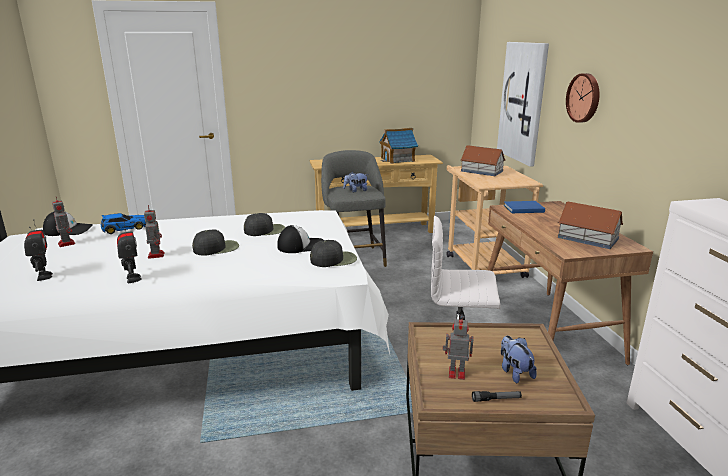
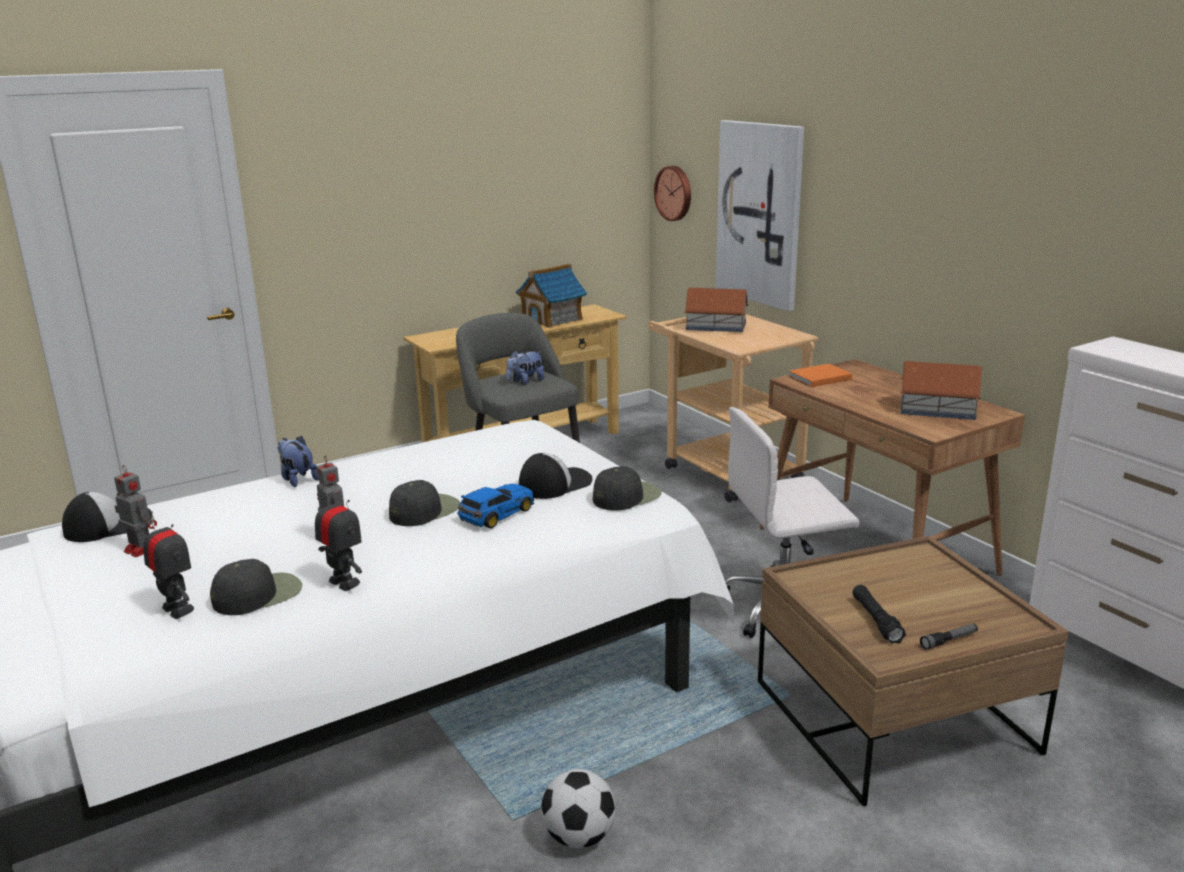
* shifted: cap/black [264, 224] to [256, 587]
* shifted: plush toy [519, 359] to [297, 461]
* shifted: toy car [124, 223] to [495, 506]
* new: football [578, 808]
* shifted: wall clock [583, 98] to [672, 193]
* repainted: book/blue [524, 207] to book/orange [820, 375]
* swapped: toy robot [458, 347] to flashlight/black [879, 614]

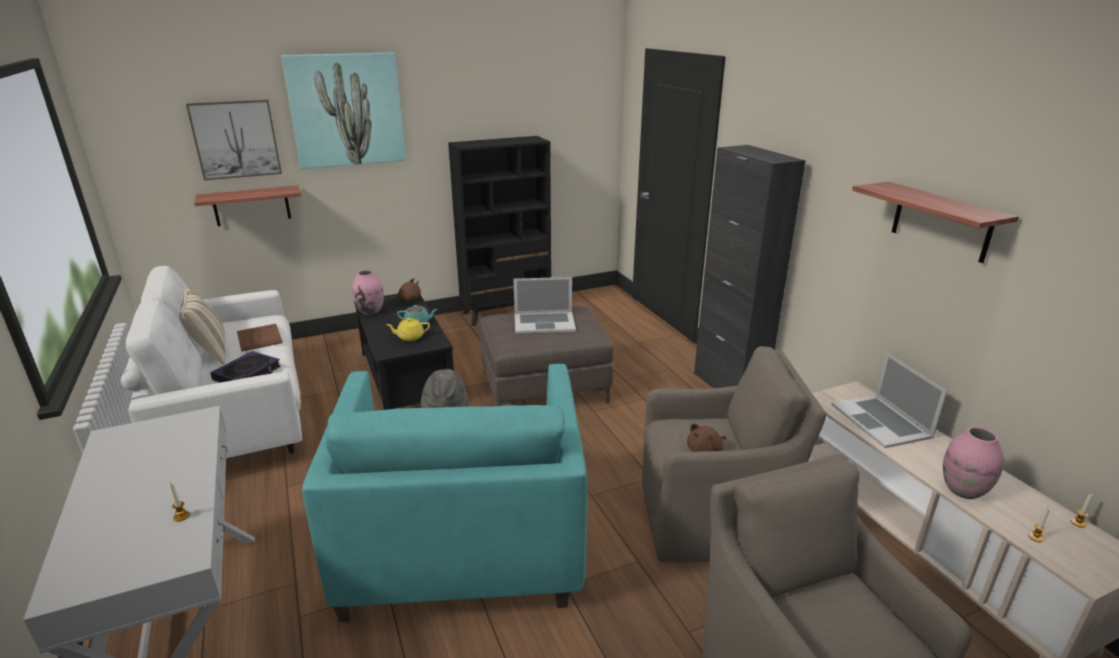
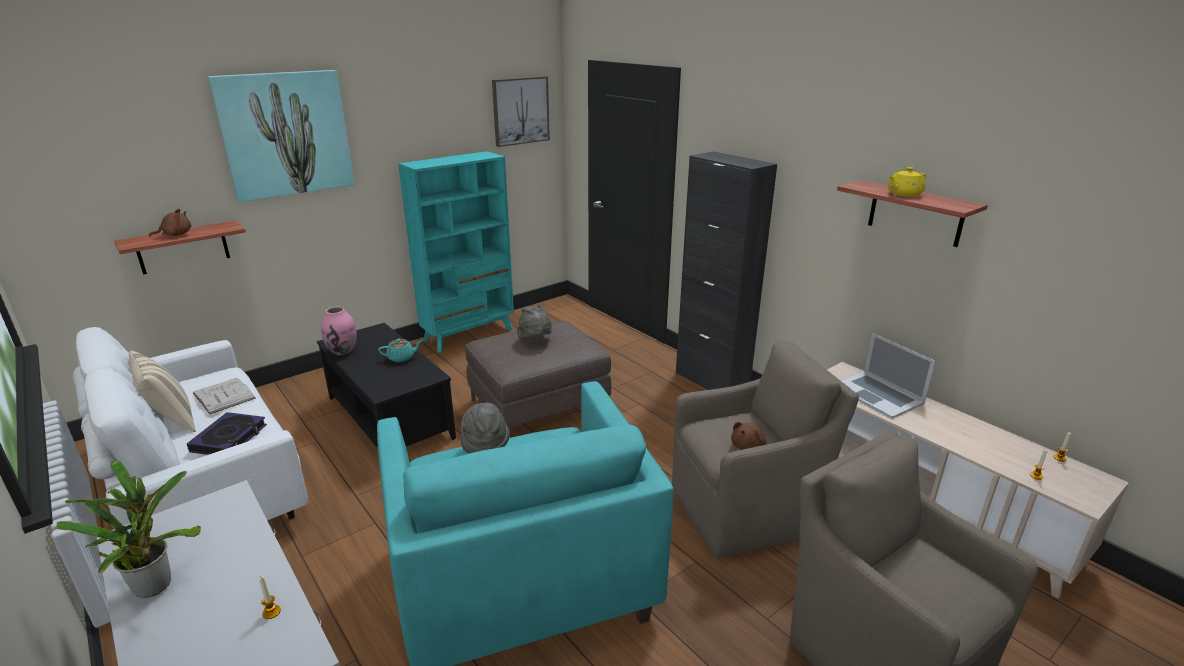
* new: potted plant [128, 529]
* shifted: plush toy/brown [405, 289] to [170, 223]
* repainted: book/brown [260, 338] to book/white [224, 396]
* repainted: bookcase/black [499, 231] to bookcase/turquoise [456, 252]
* shifted: picture [234, 140] to [521, 111]
* swapped: laptop [544, 305] to hat/grey [534, 321]
* shifted: teapot/yellow [408, 329] to [907, 181]
* gone: vase/pink [973, 463]

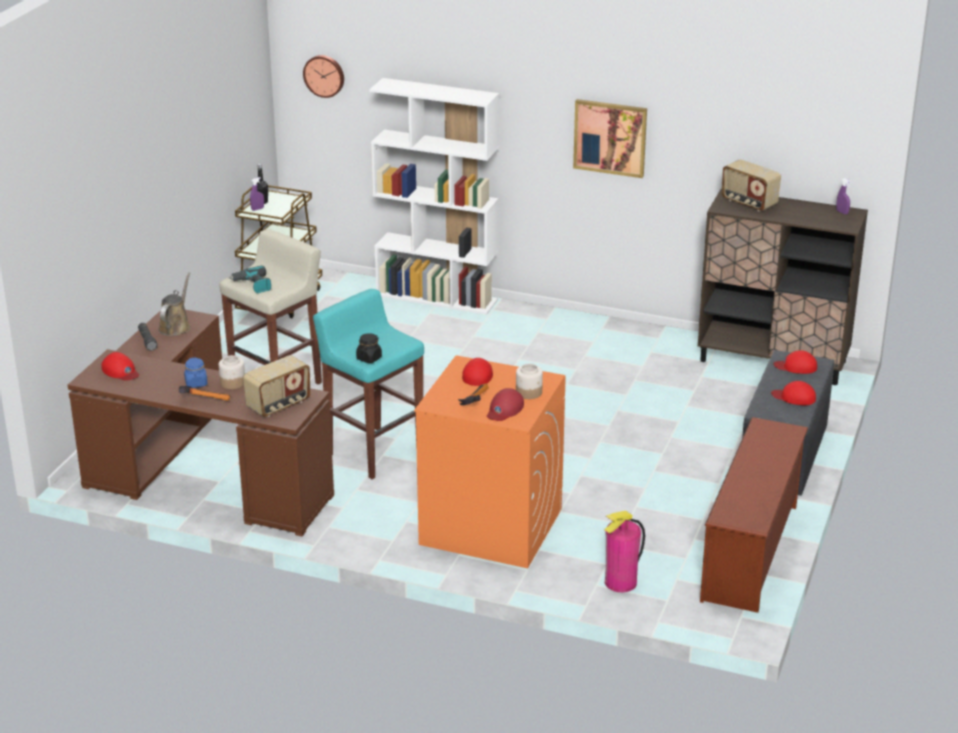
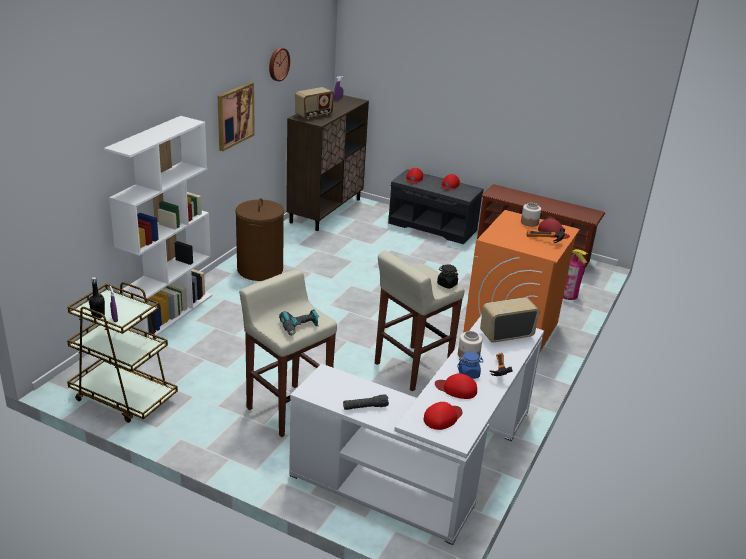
* new: laundry basket/brown [259, 239]
* shifted: wall clock [323, 76] to [279, 64]
* repainted: desk/brown [201, 423] to desk/white [416, 430]
* repainted: stool/turquoise [368, 384] to stool/beige [420, 321]
* shifted: cap/red [477, 372] to [456, 386]
* rotated: radio [277, 386] = [510, 320] 75 degrees counterclockwise
* gone: watering can/brown [174, 304]

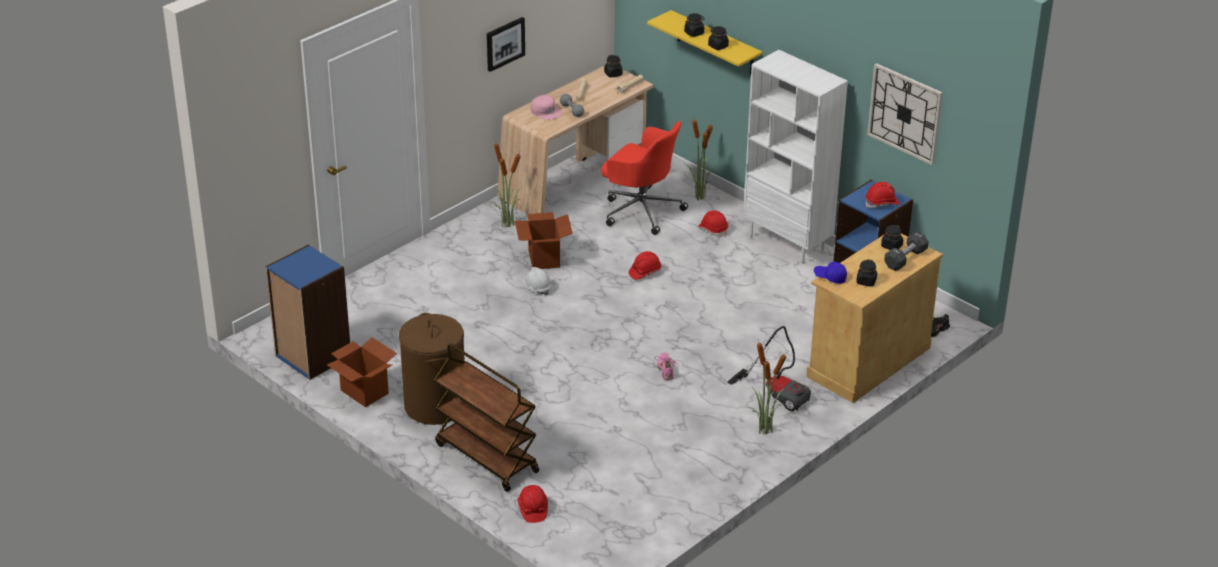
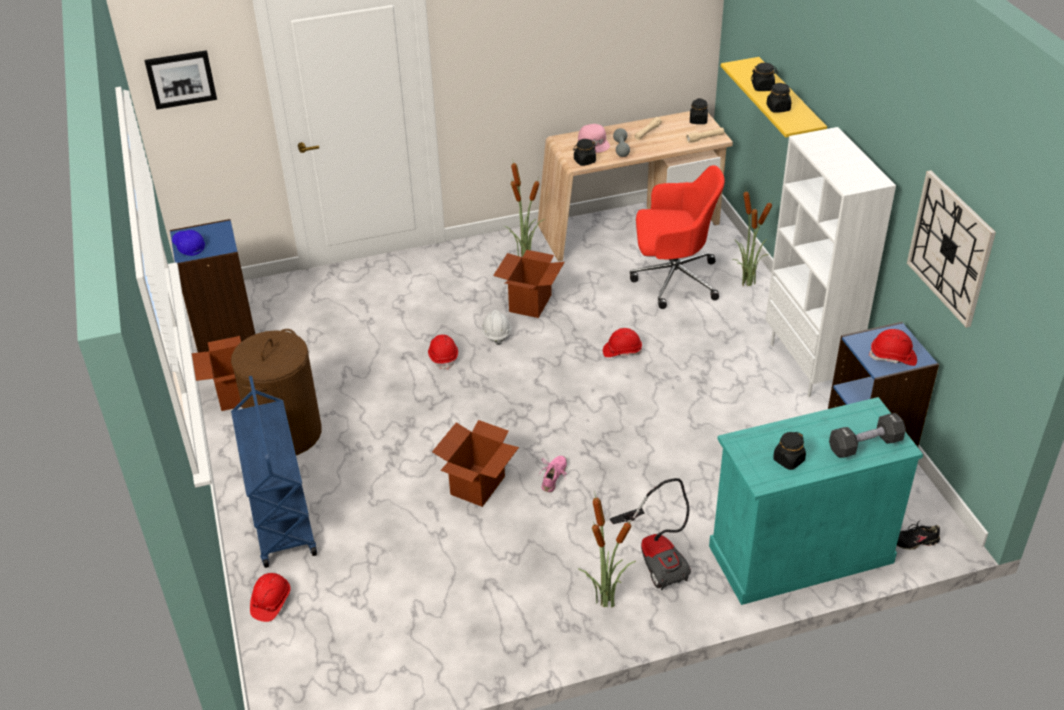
* shifted: picture [506, 44] to [181, 80]
* shifted: cap/blue [830, 273] to [188, 243]
* repainted: cart/brown [486, 418] to cart/blue [274, 472]
* shifted: hard hat/red [713, 223] to [443, 352]
* new: cardboard box [475, 463]
* shifted: jar/black [892, 237] to [584, 152]
* rotated: office chair/red [644, 178] = [677, 237] 60 degrees counterclockwise
* repainted: cabinet/beige [874, 318] to cabinet/turquoise [816, 501]

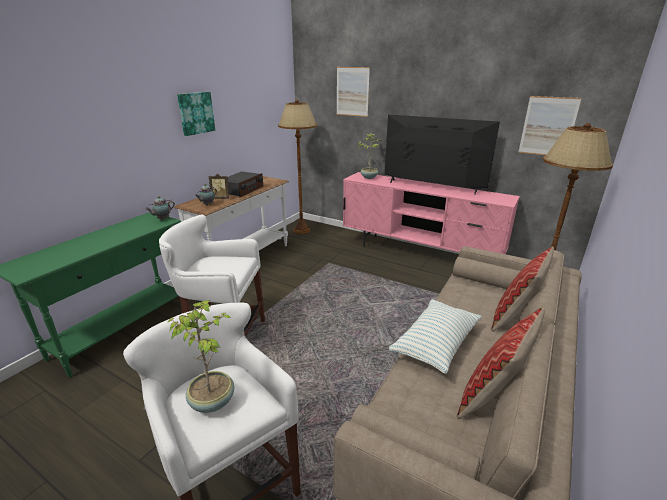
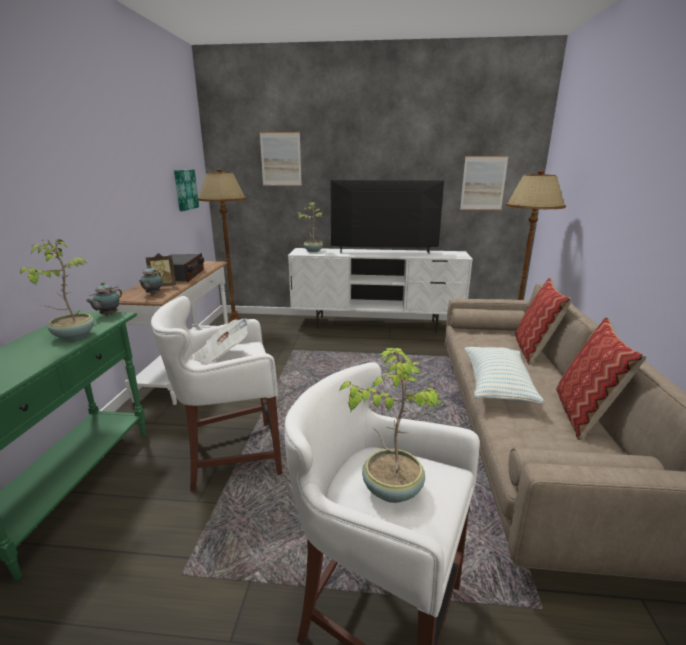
* new: potted plant [57, 290]
* shifted: picture [196, 114] to [186, 190]
* new: newspaper [220, 342]
* repainted: tv stand/pink [431, 213] to tv stand/white [380, 290]

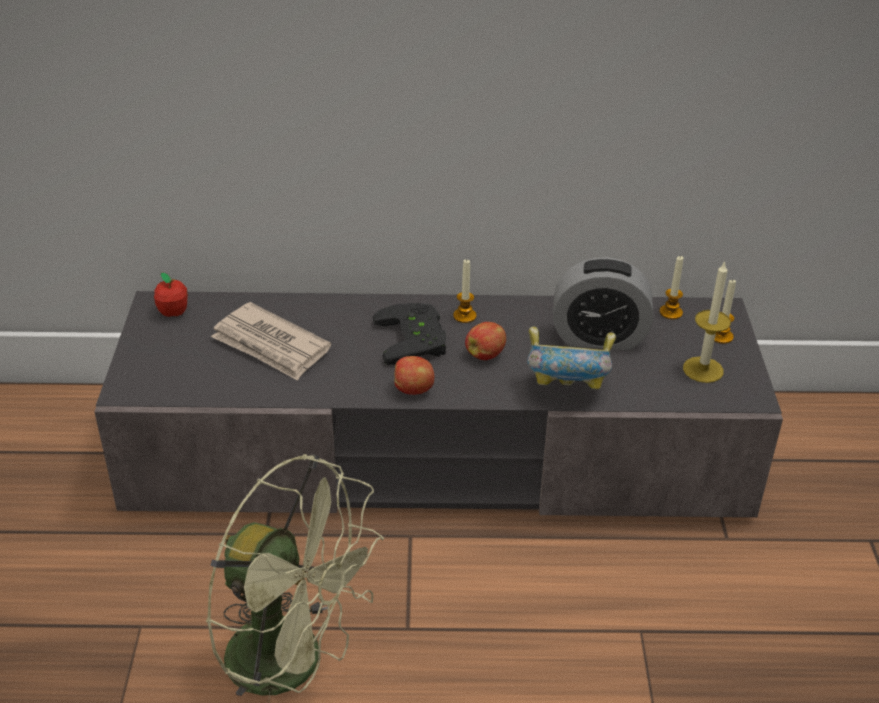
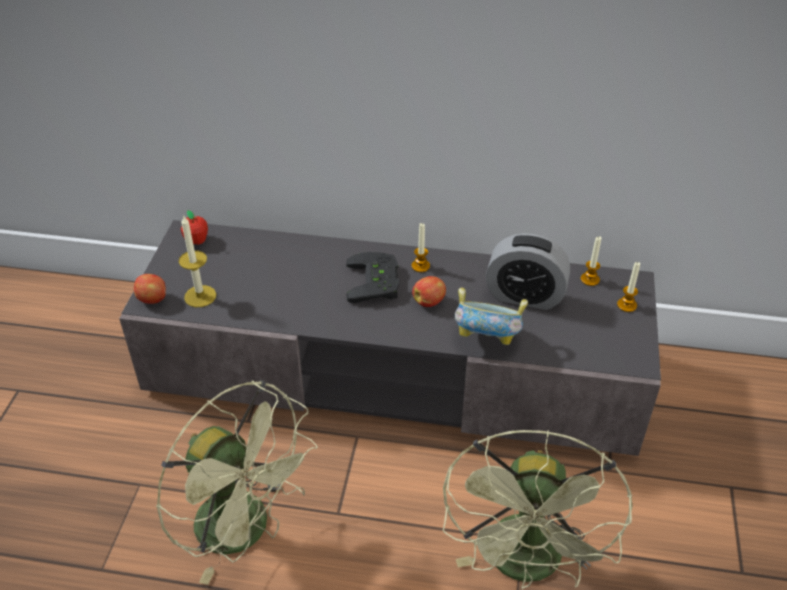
* shifted: apple [414, 375] to [150, 289]
* shifted: candle [707, 322] to [197, 261]
* new: fan/green [538, 509]
* gone: newspaper [271, 341]

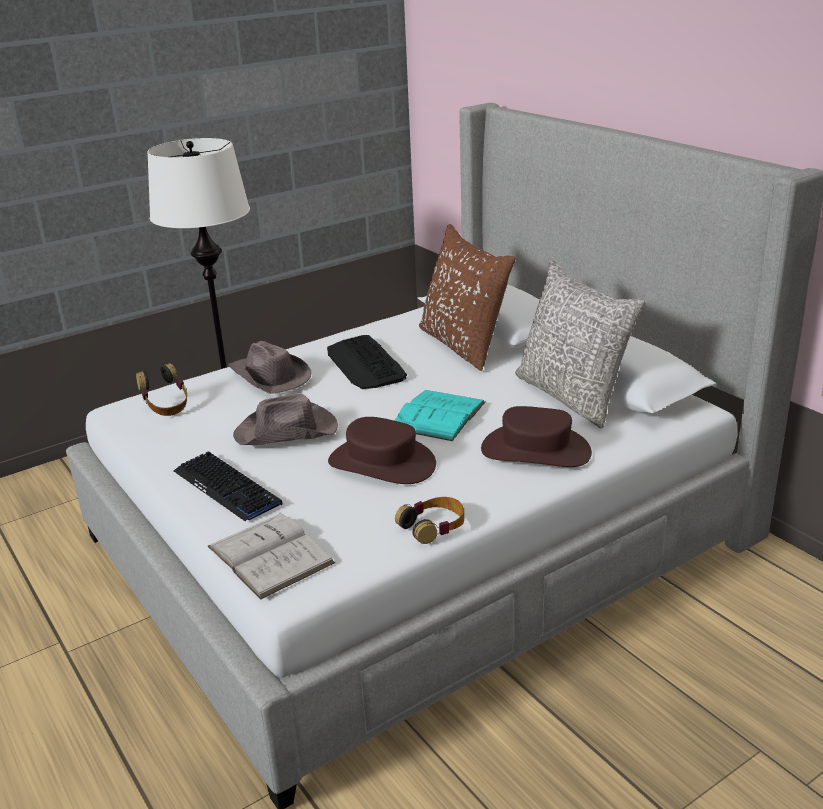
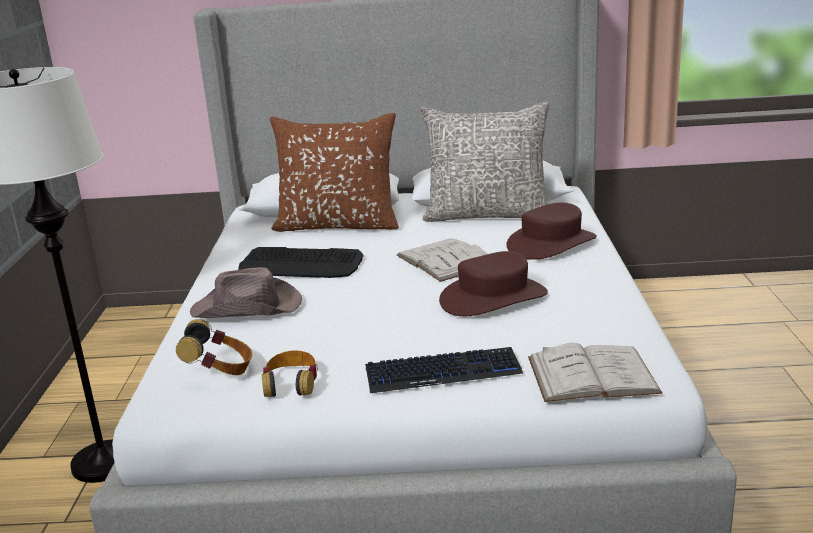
* shifted: headphones [429, 520] to [289, 373]
* repainted: book/turquoise [439, 415] to book/white [442, 260]
* gone: hat/brown [285, 419]

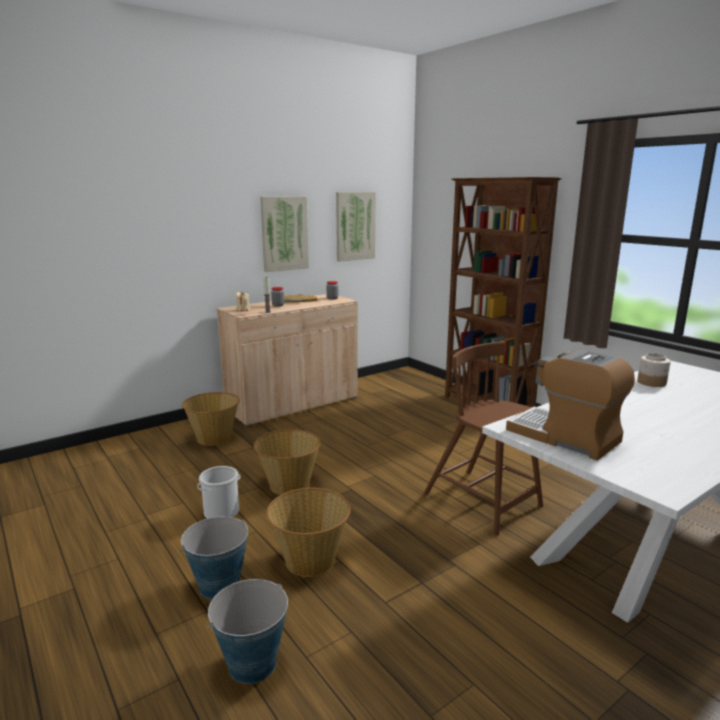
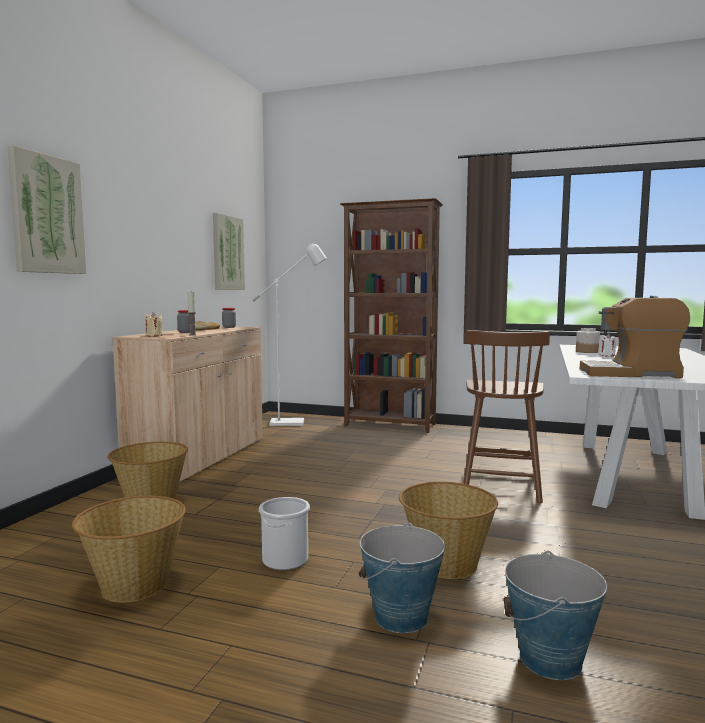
* shifted: picture [284, 234] to [47, 209]
* shifted: basket [287, 462] to [129, 549]
* new: floor lamp/white [289, 334]
* rotated: chair/brown [483, 438] = [506, 416] 90 degrees counterclockwise
* new: candle/white [607, 344]

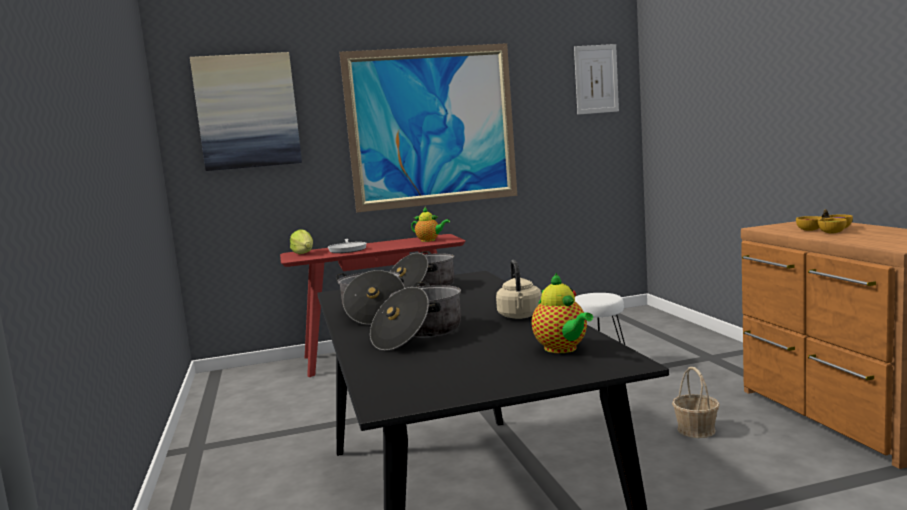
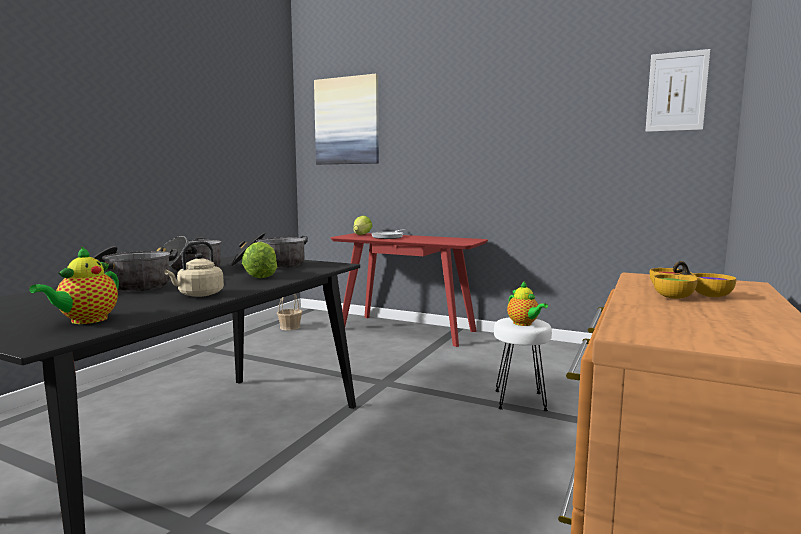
* new: lettuce [259, 260]
* shifted: basket [696, 402] to [289, 312]
* shifted: teapot [430, 224] to [527, 303]
* gone: picture [428, 128]

